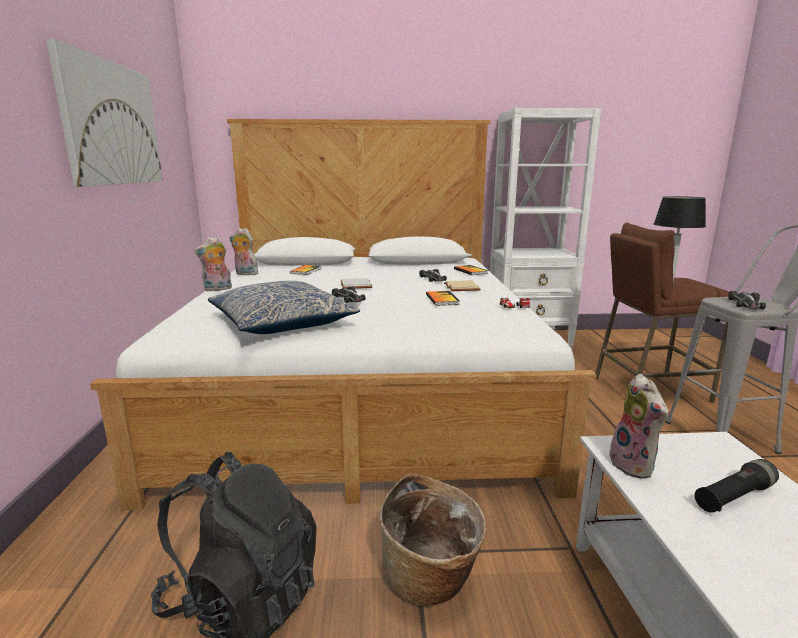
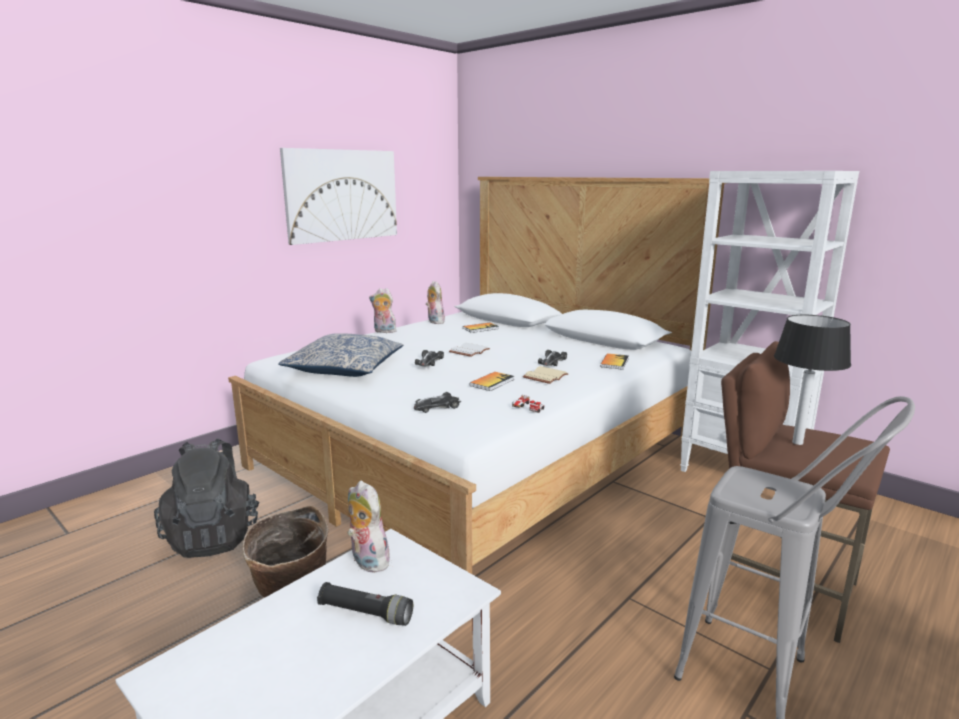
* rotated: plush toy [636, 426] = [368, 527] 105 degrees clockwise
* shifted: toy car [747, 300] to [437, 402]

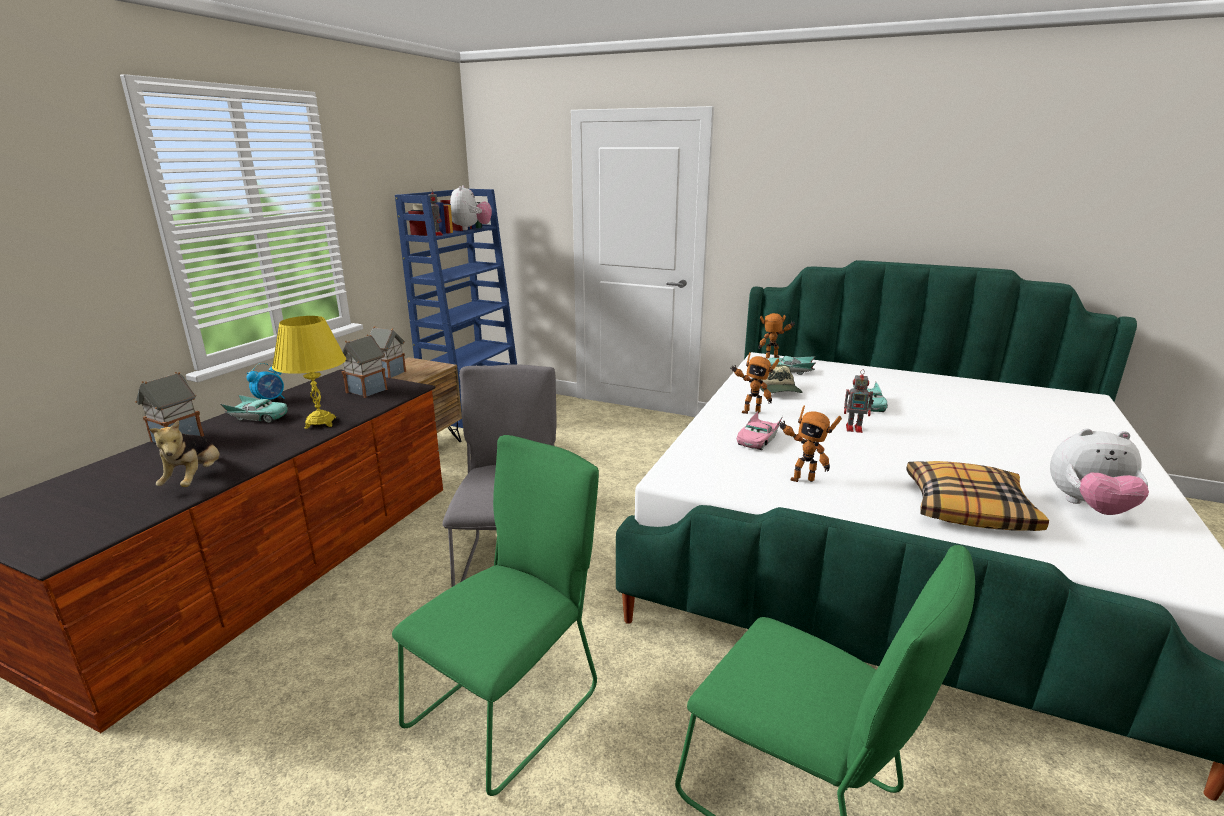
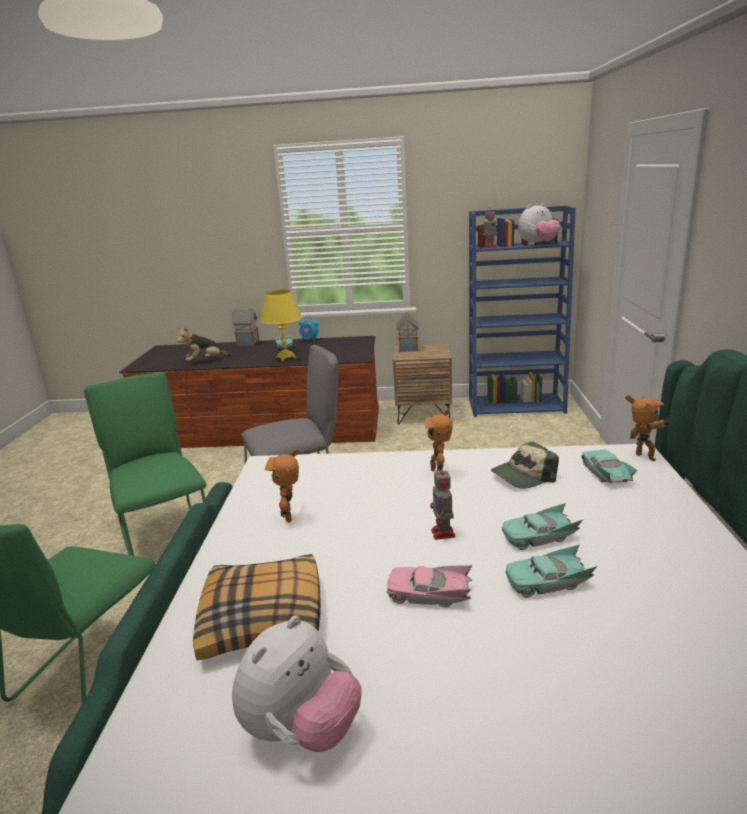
* rotated: chair/green [495, 615] = [145, 464] 135 degrees counterclockwise
* rotated: plush toy [1099, 471] = [296, 684] 135 degrees counterclockwise
* shifted: toy car/pink [760, 430] to [429, 586]
* new: toy car/turquoise [551, 571]
* gone: toy house [364, 366]

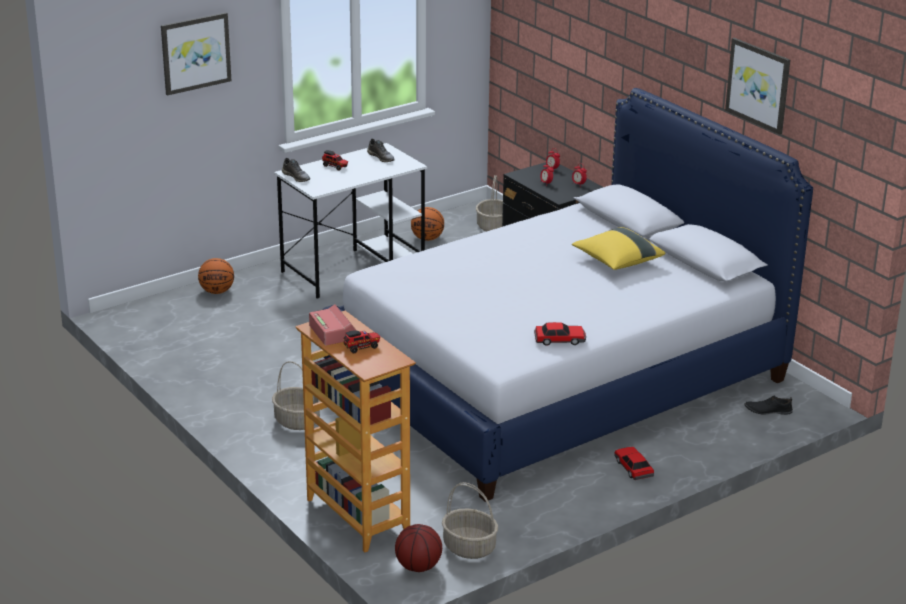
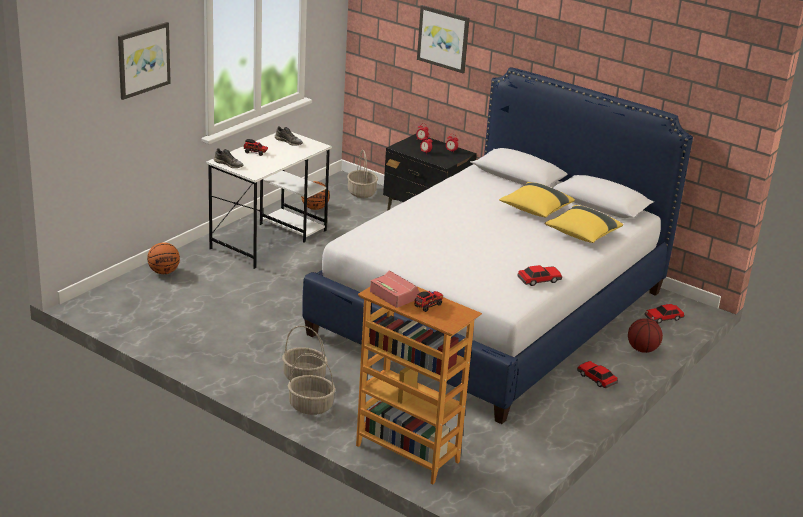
* shifted: basket [470, 520] to [311, 384]
* shifted: picture [757, 86] to [443, 39]
* new: pillow/yellow [584, 224]
* shifted: basketball [418, 548] to [645, 335]
* swapped: shoe/black [768, 405] to toy car [664, 313]

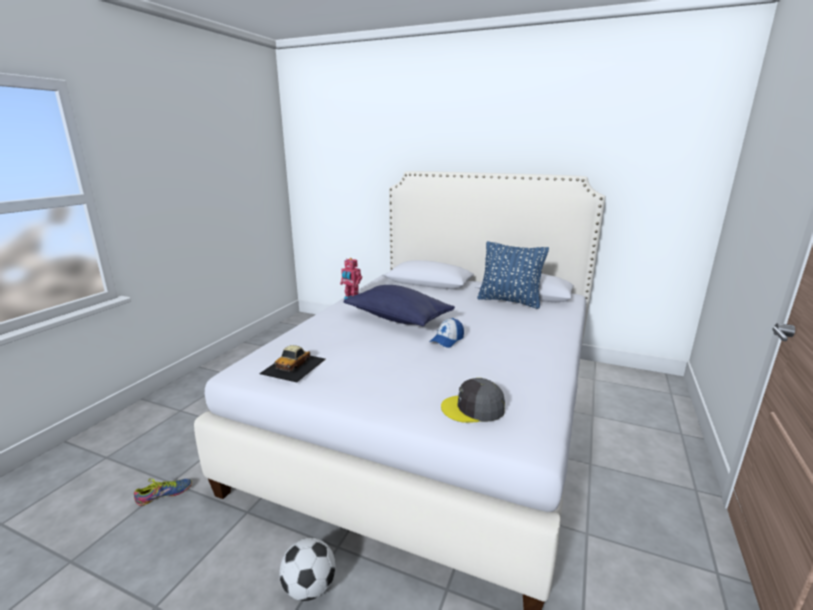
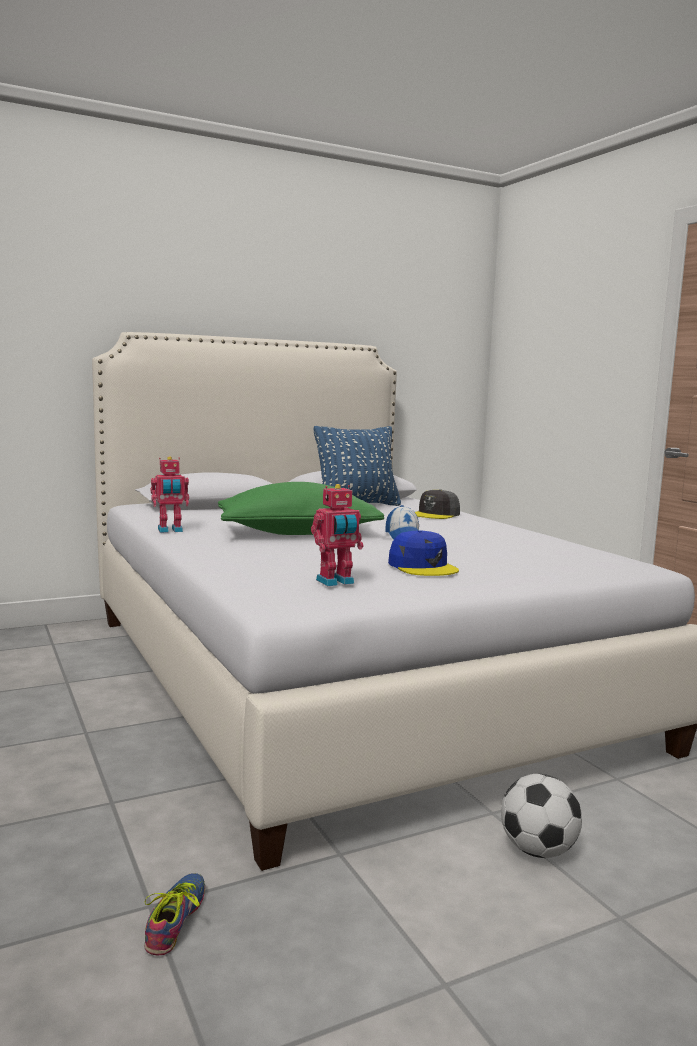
* repainted: pillow/blue [399, 305] to pillow/green [301, 508]
* swapped: toy car [292, 363] to toy robot [337, 535]
* new: cap/blue [423, 553]
* shifted: cap/grey [473, 400] to [437, 504]

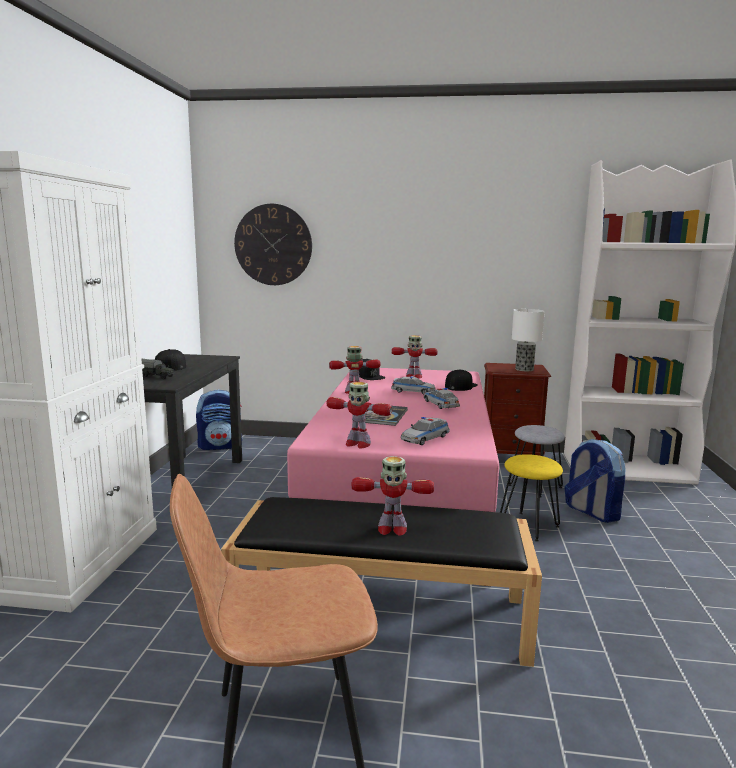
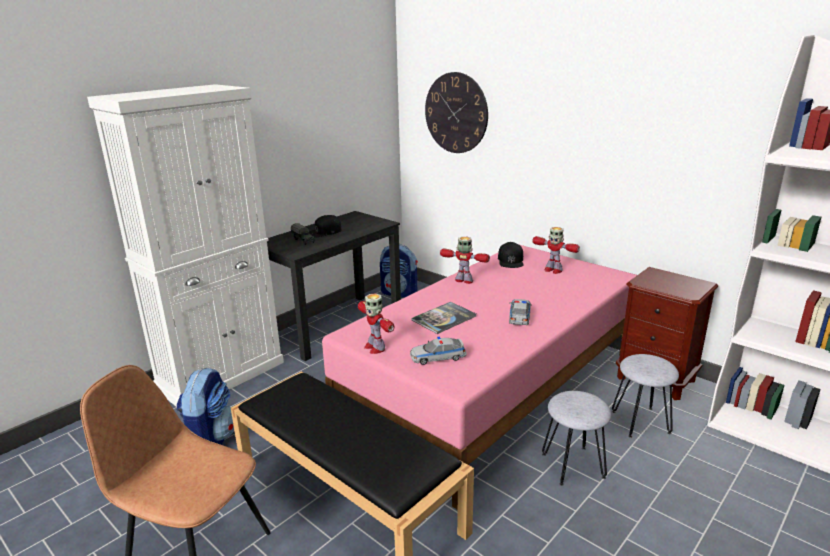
* shifted: backpack [594, 481] to [205, 406]
* repainted: stool/yellow [531, 498] to stool/grey [576, 438]
* gone: toy robot [393, 496]
* gone: toy car [413, 385]
* gone: cap/black [461, 380]
* gone: table lamp [528, 340]

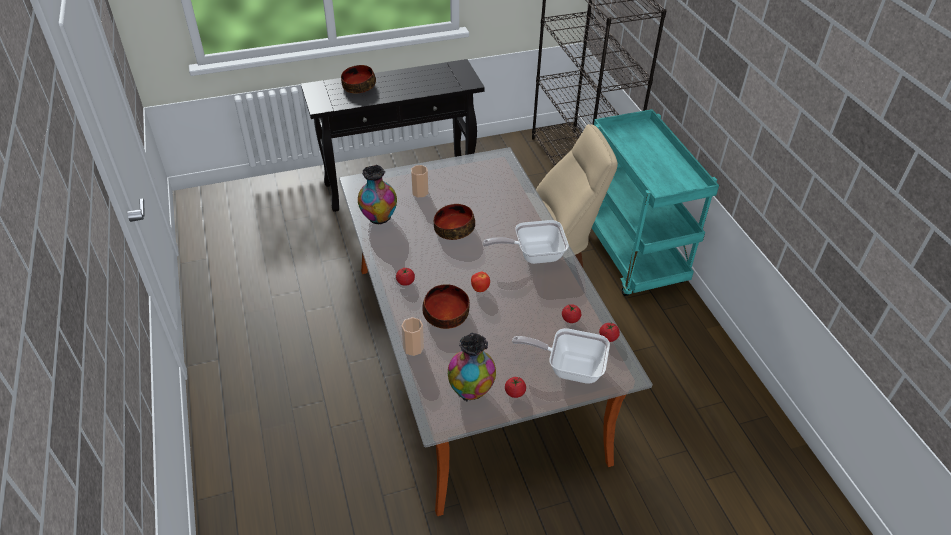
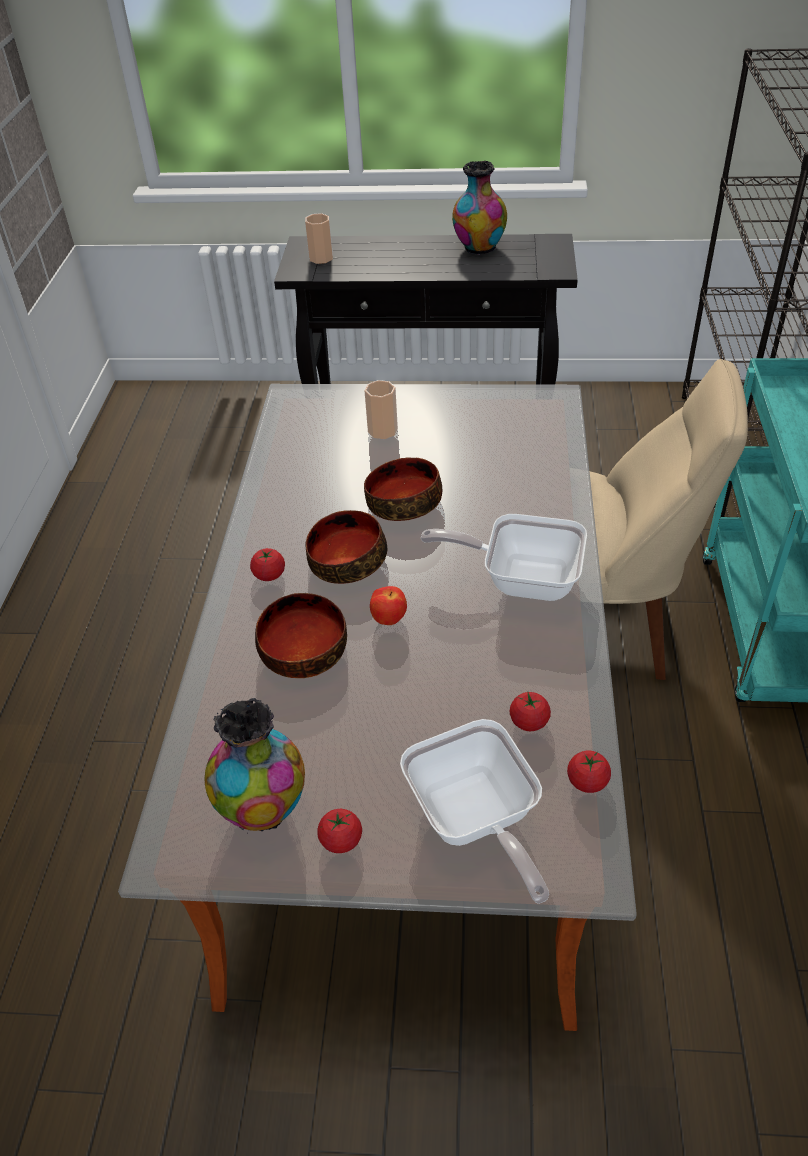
* shifted: cup [412, 336] to [319, 238]
* shifted: bowl [358, 79] to [346, 547]
* rotated: frying pan [561, 356] = [474, 811] 150 degrees counterclockwise
* shifted: vase [377, 194] to [479, 208]

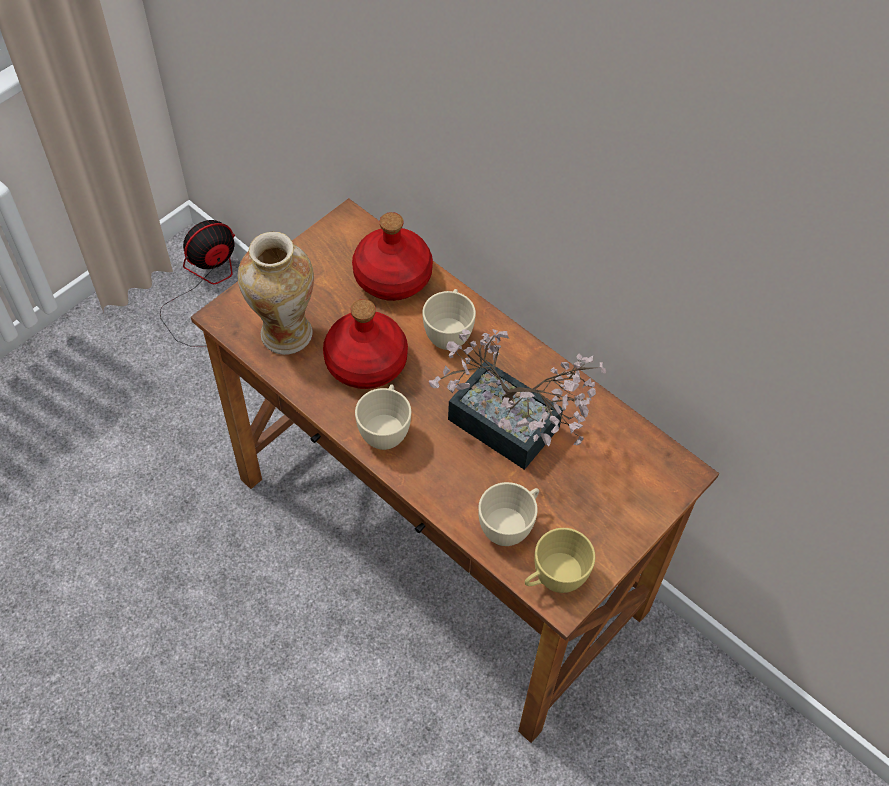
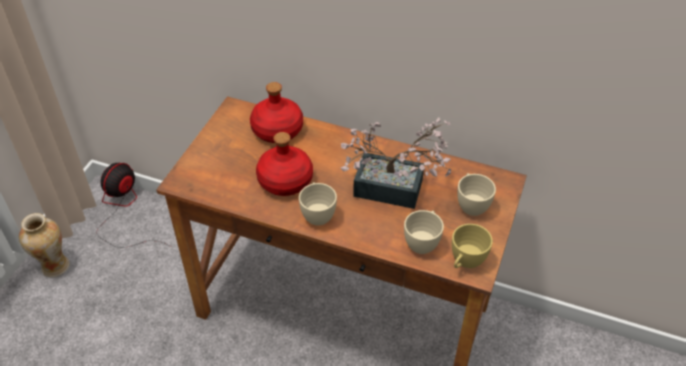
* shifted: vase [276, 293] to [44, 245]
* shifted: cup/beige [449, 319] to [476, 194]

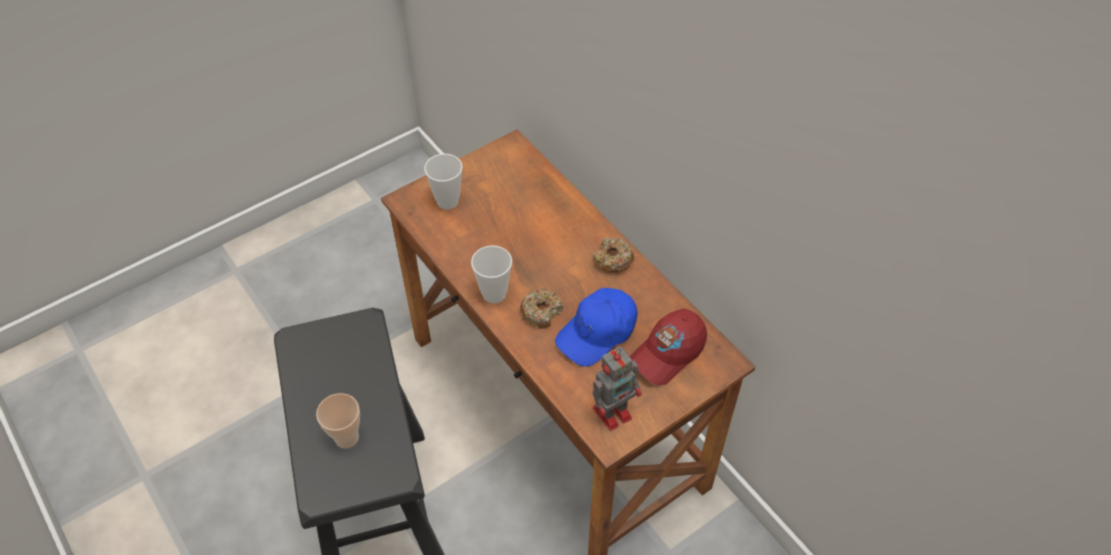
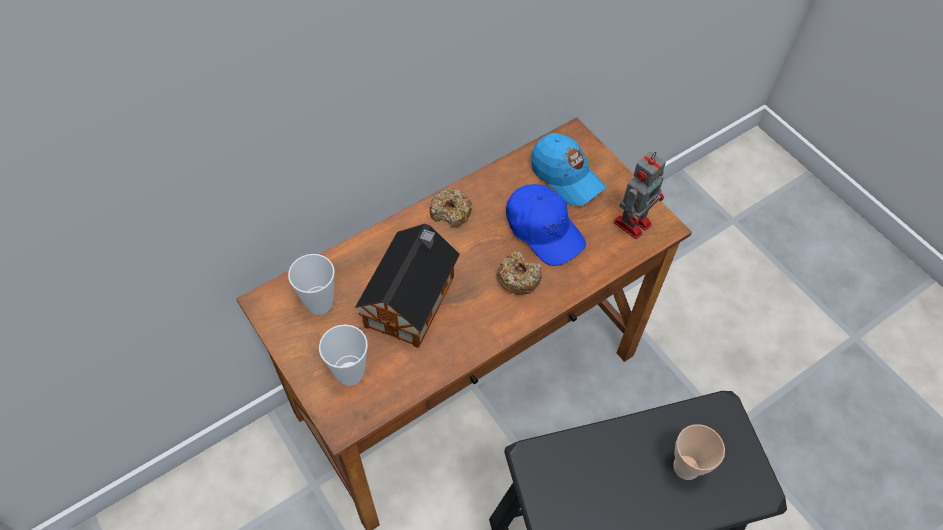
* shifted: cup [491, 274] to [311, 284]
* new: toy house [407, 285]
* repainted: cap/red [668, 347] to cap/blue [568, 169]
* rotated: toy robot [617, 388] = [639, 195] 75 degrees clockwise

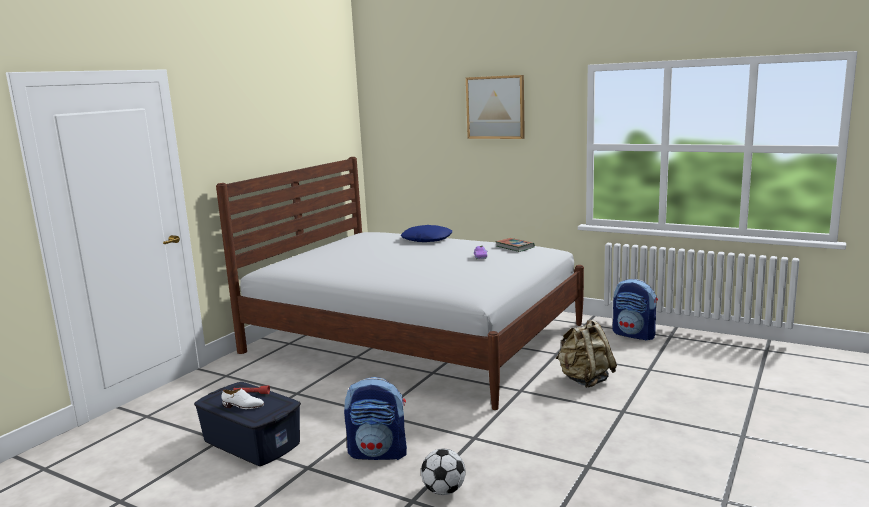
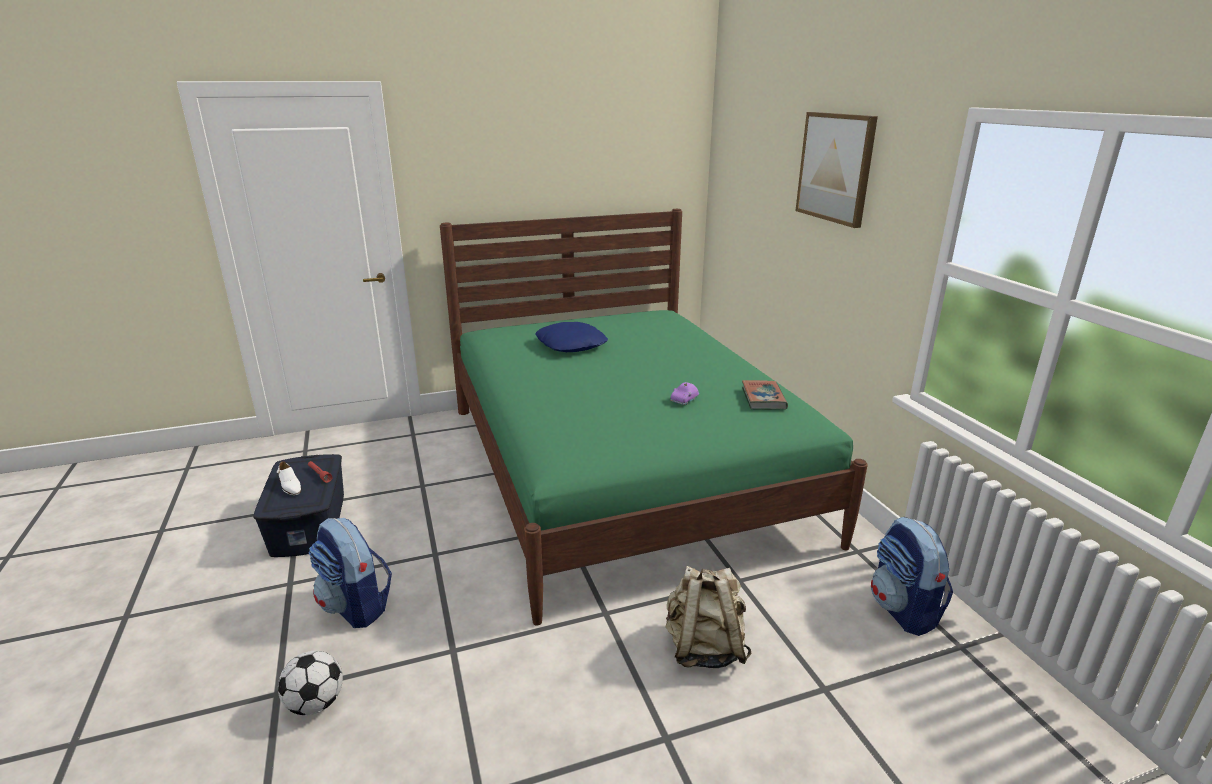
* repainted: bed/white [400, 283] to bed/green [654, 417]
* shifted: pillow/blue [426, 233] to [571, 337]

